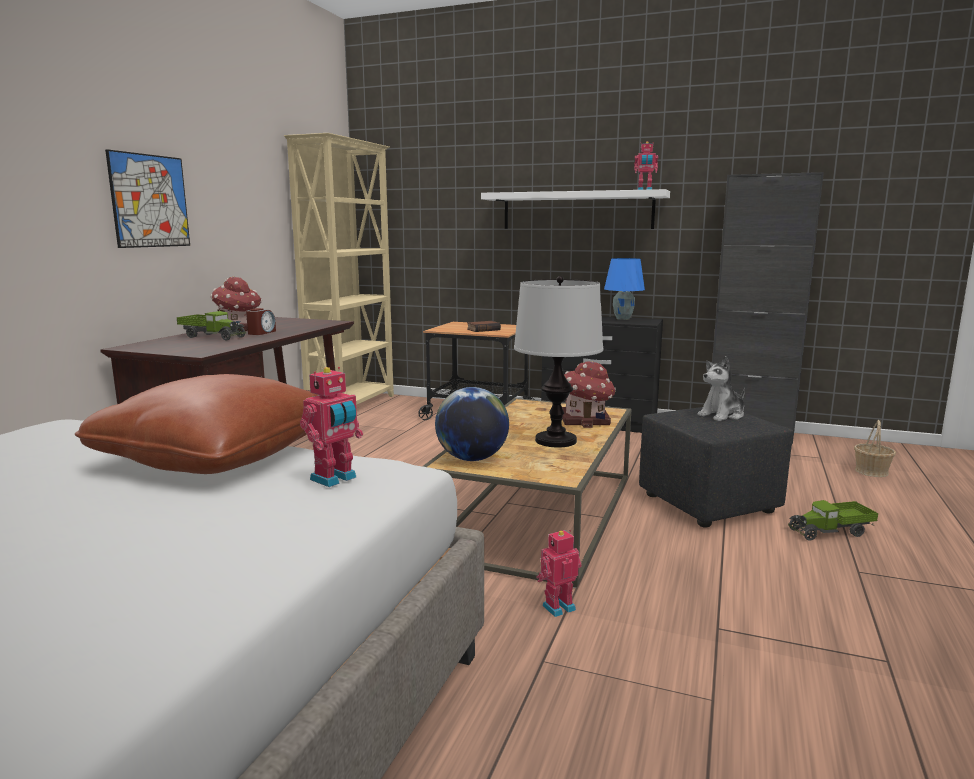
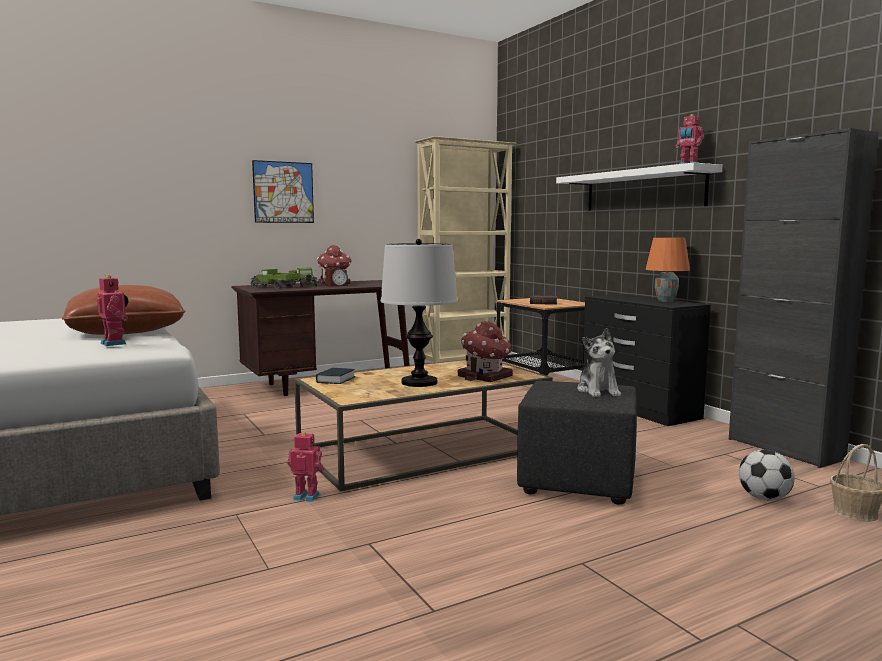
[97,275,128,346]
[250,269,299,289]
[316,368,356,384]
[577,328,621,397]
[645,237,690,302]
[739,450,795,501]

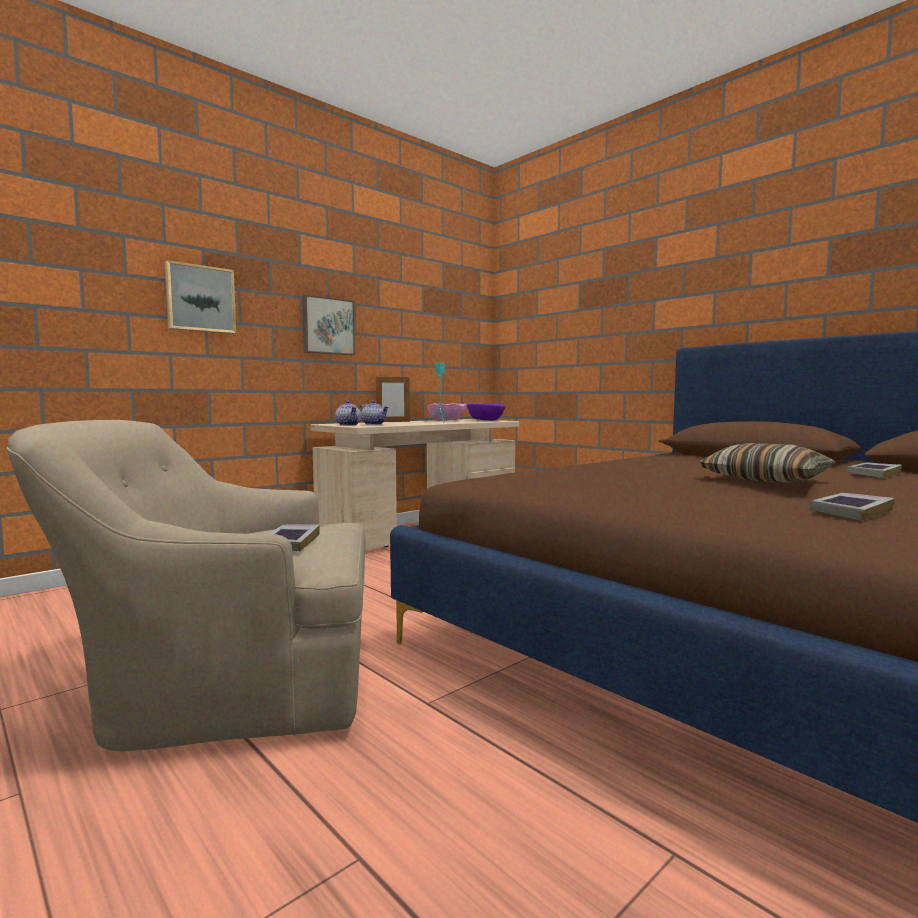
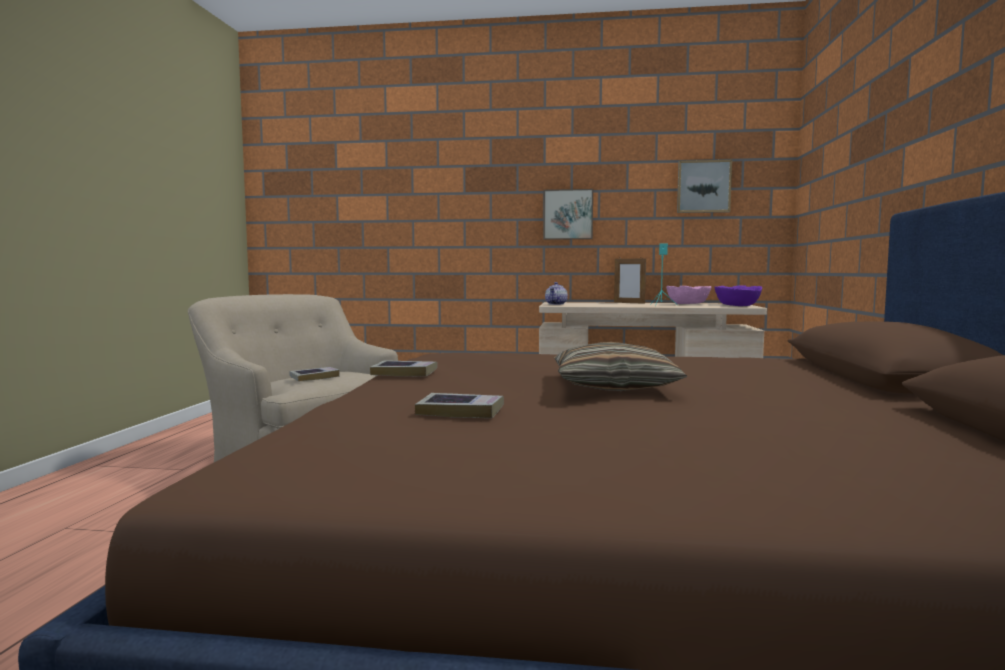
[370,360,437,376]
[677,160,732,213]
[359,400,389,425] (first image)

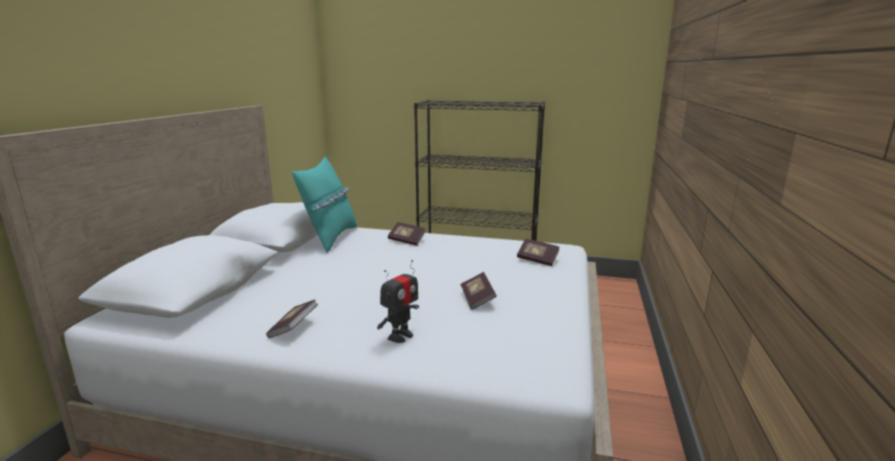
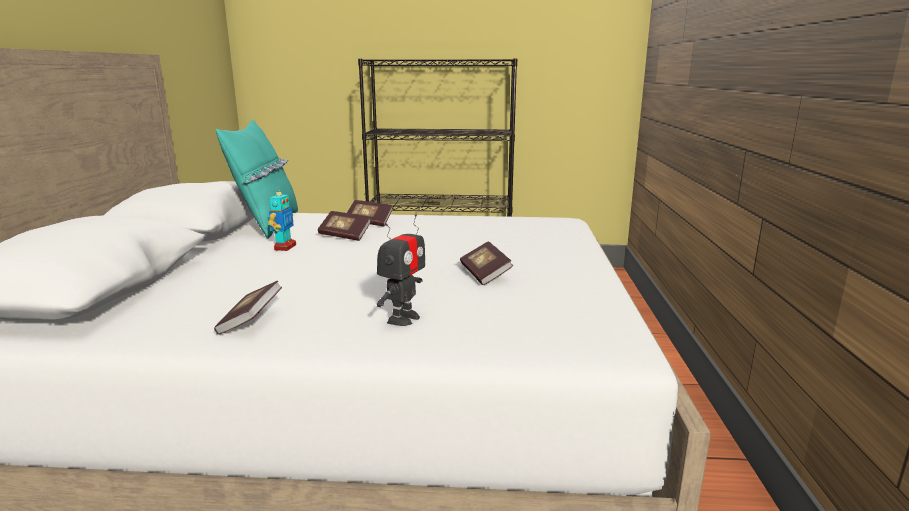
[268,186,296,251]
[318,211,371,241]

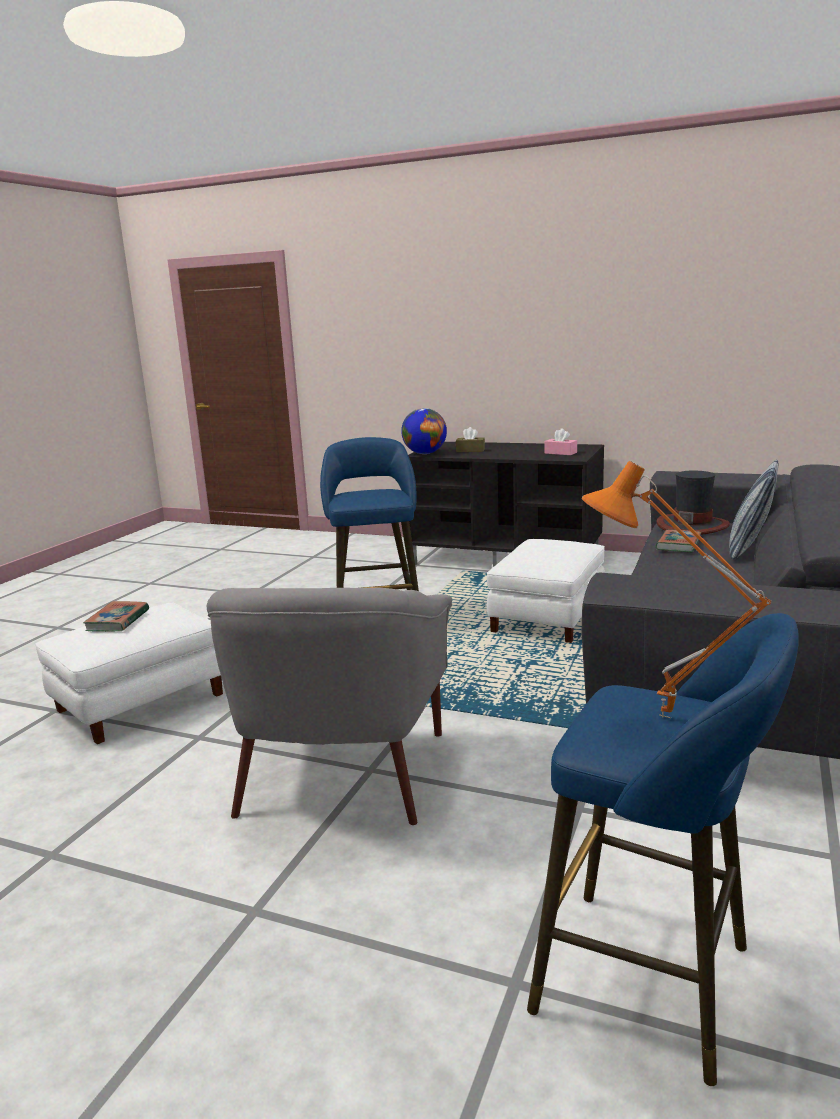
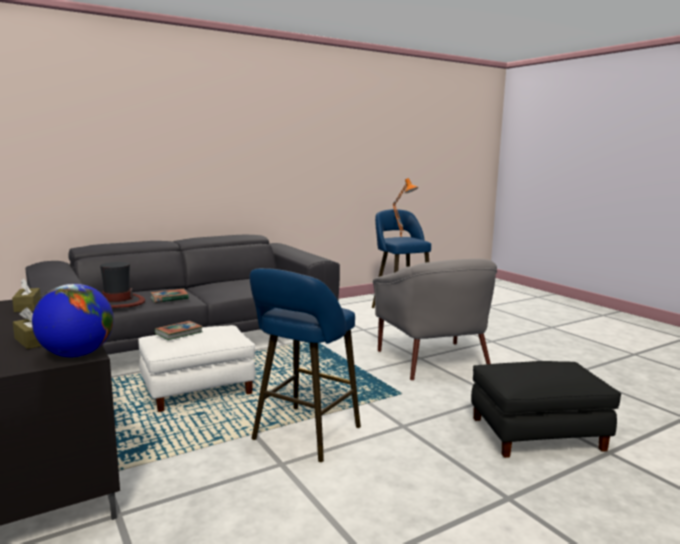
[12,279,41,312]
[154,321,203,340]
[373,259,497,380]
[471,361,621,458]
[729,460,779,559] (first image)

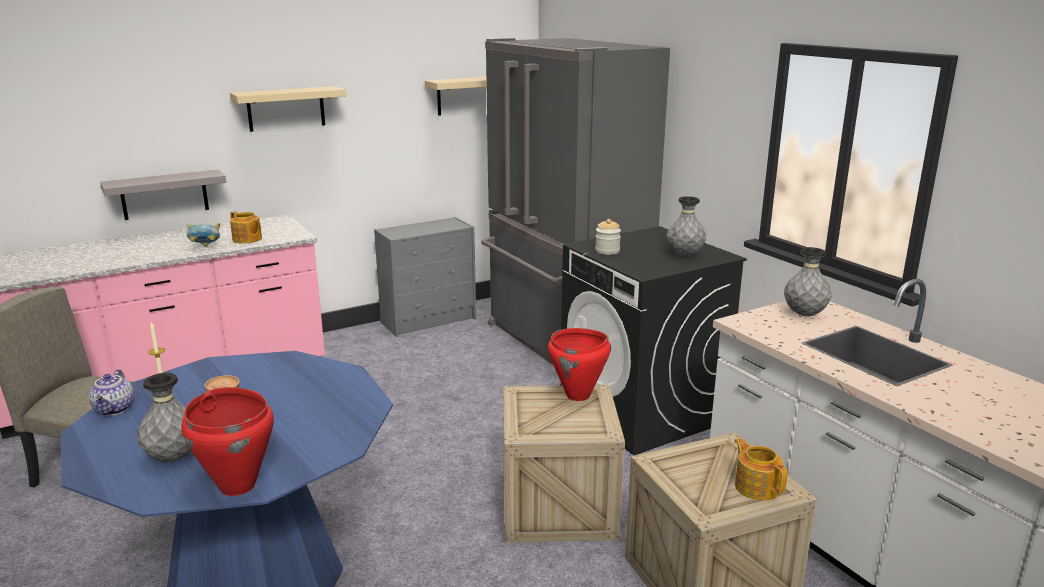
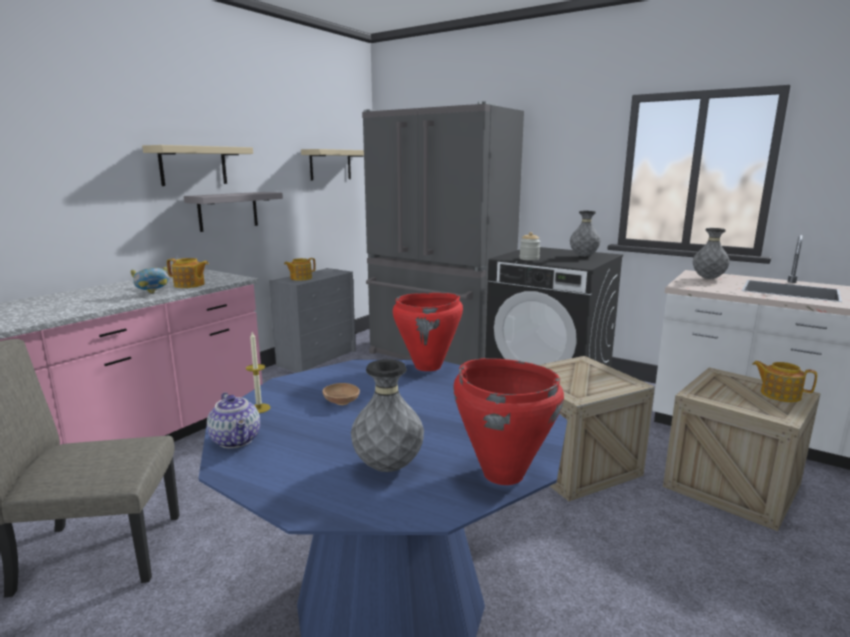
[184,192,283,232]
[284,258,316,281]
[393,293,463,371]

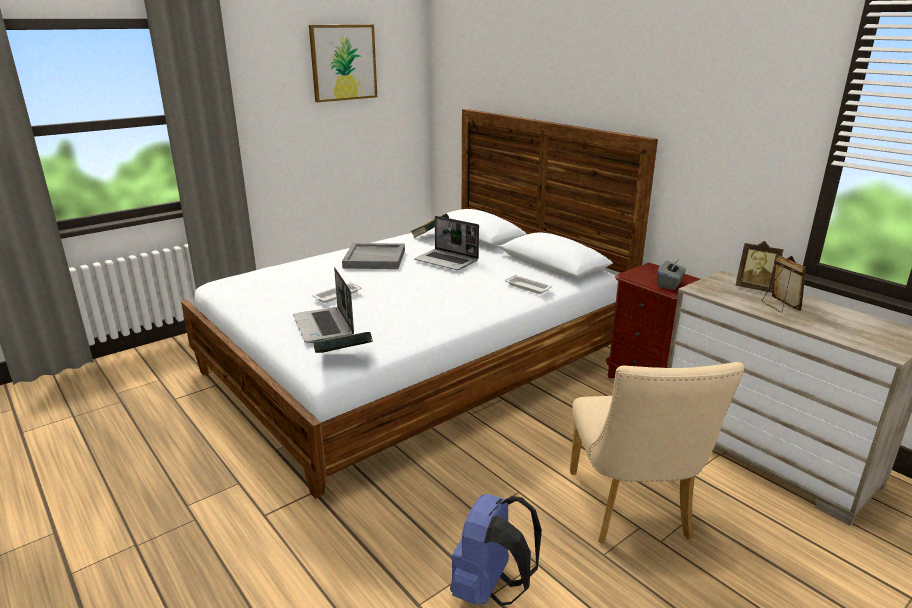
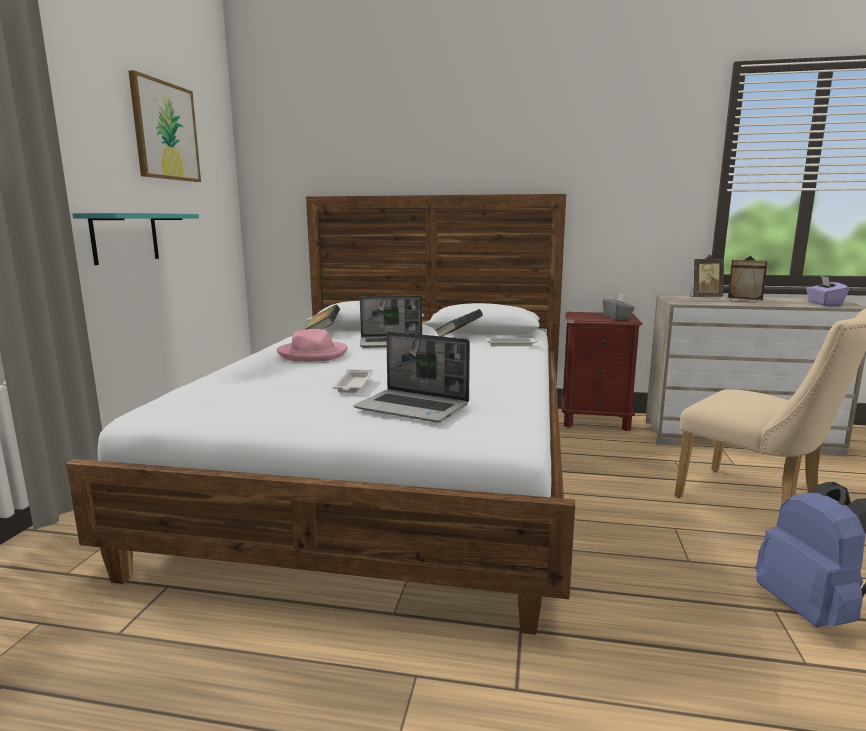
[72,213,199,265]
[277,329,348,362]
[436,309,483,336]
[806,276,849,306]

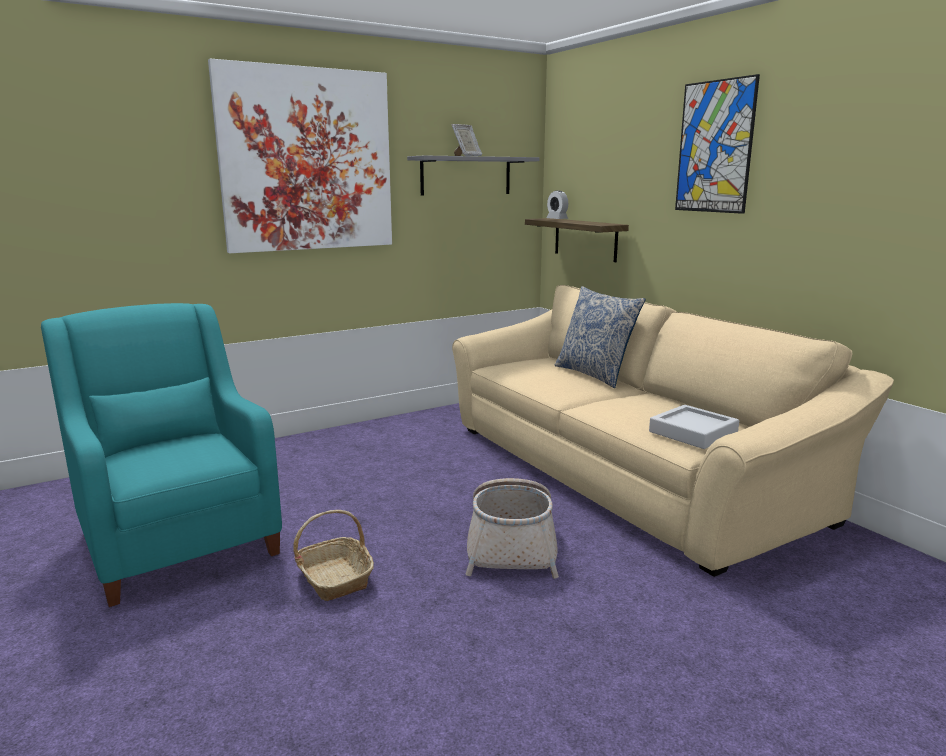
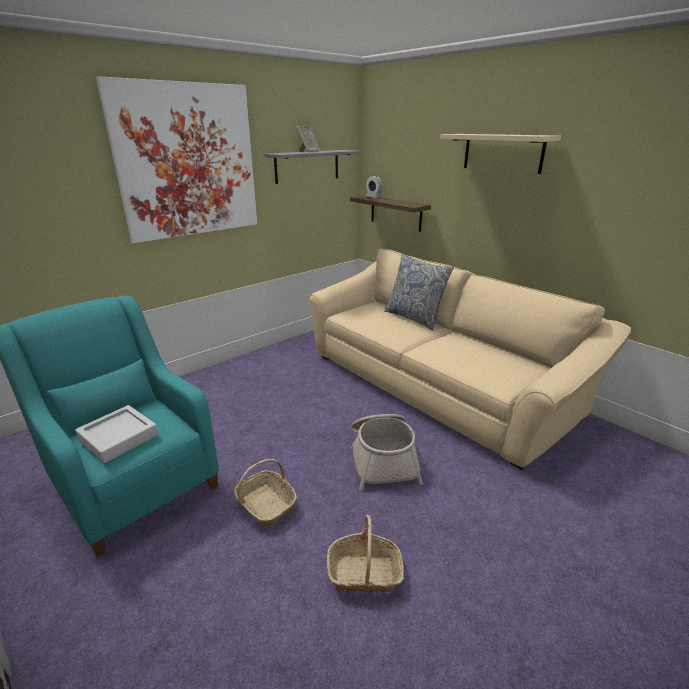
[75,405,158,463]
[327,514,404,593]
[440,134,561,174]

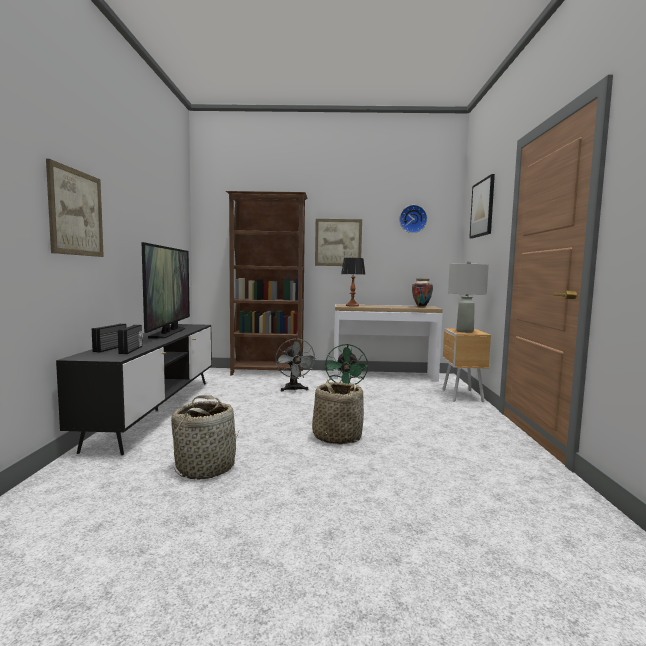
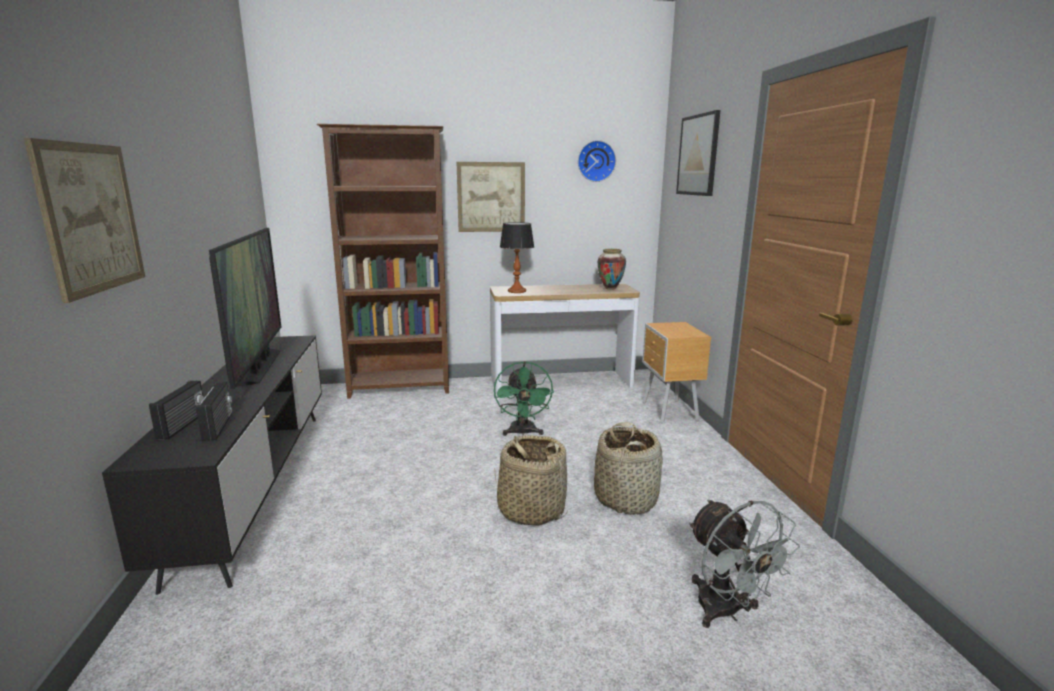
[594,422,663,515]
[689,500,800,628]
[448,261,489,333] (first image)

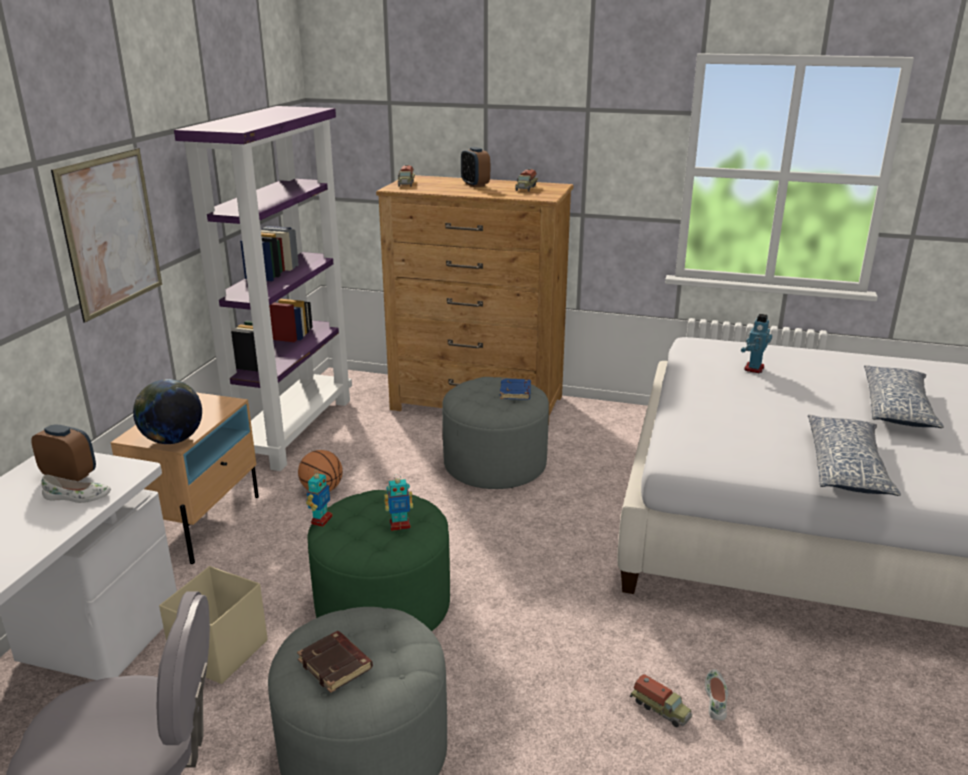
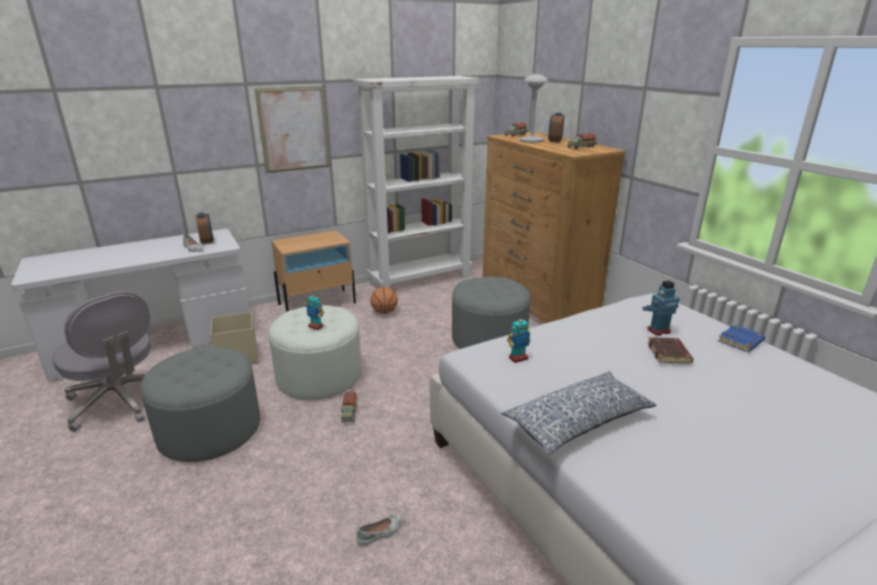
[269,305,362,400]
[341,391,358,422]
[353,76,480,288]
[507,315,531,363]
[520,74,549,143]
[647,337,693,363]
[718,324,765,352]
[133,379,202,444] (first image)
[864,365,944,428] (first image)

